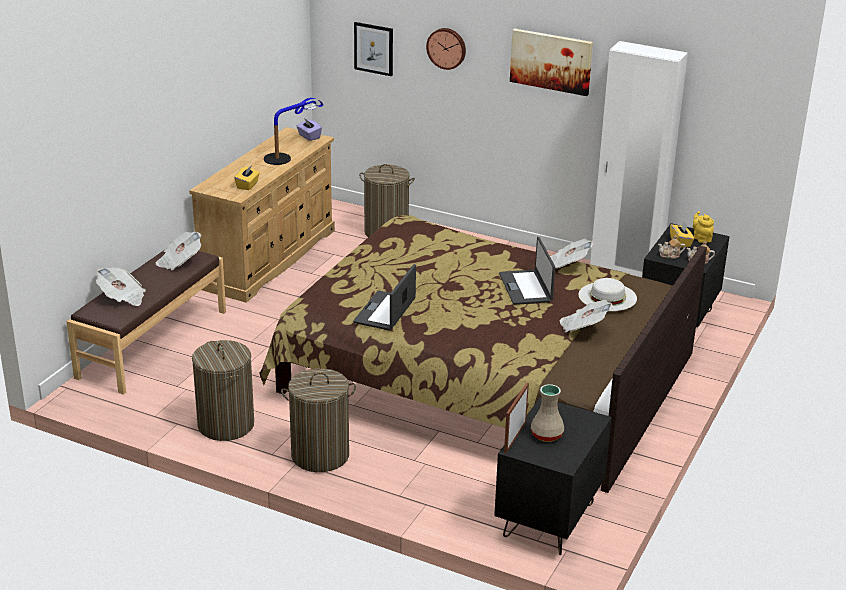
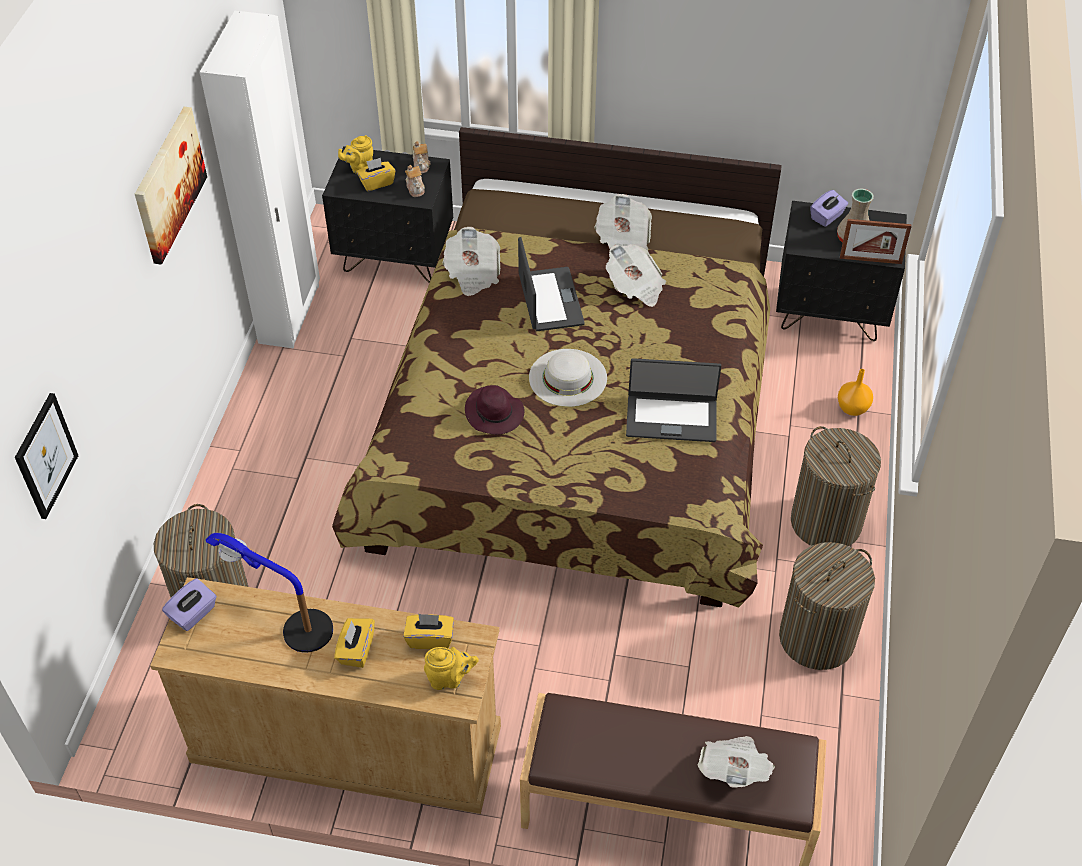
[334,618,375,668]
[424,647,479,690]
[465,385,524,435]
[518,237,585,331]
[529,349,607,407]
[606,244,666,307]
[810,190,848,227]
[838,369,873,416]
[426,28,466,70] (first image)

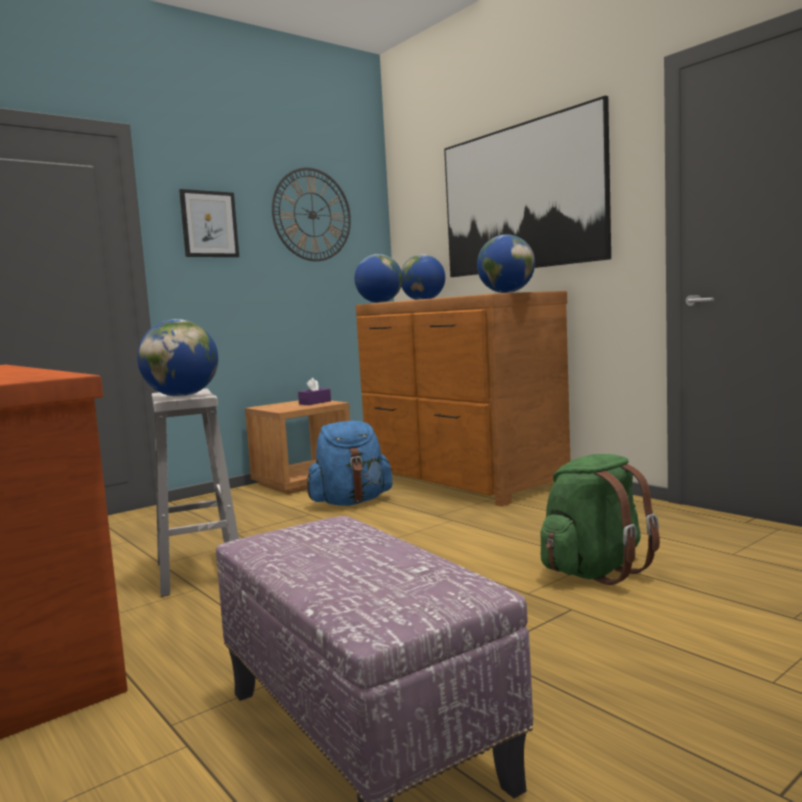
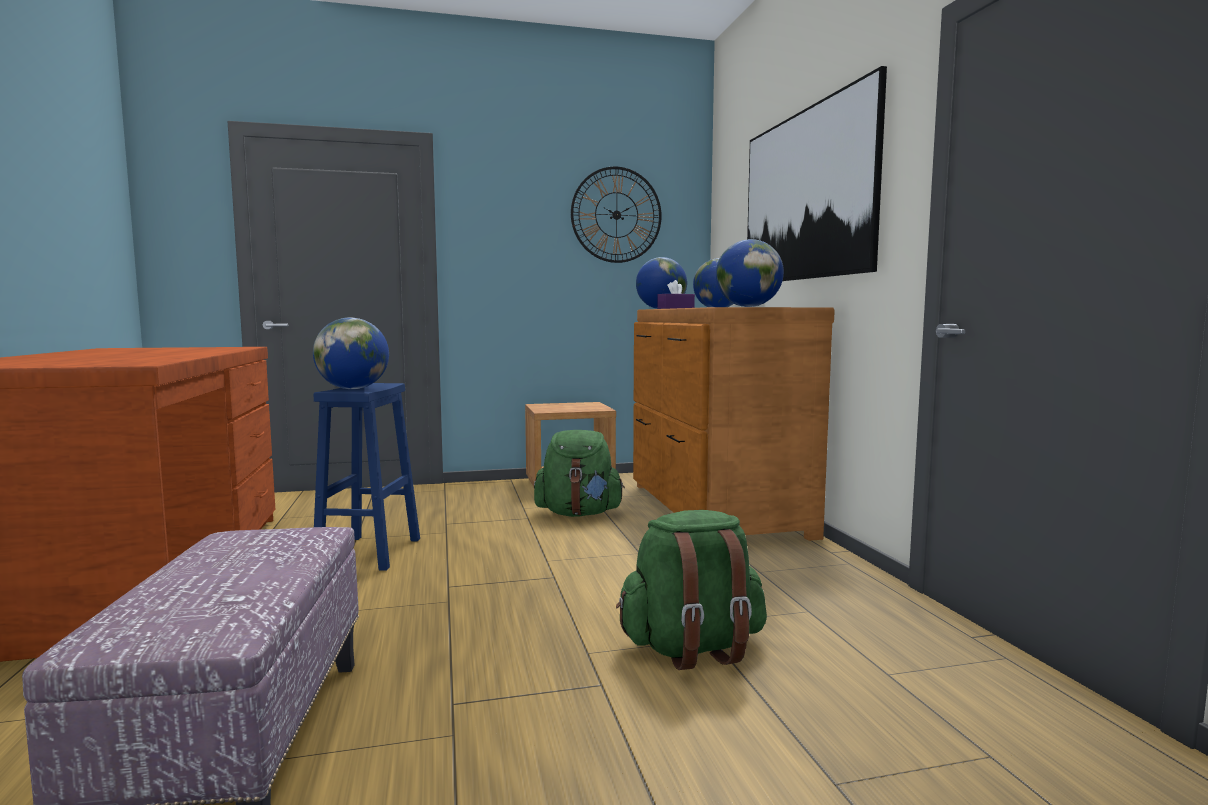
[314,383,420,571]
[534,430,625,517]
[657,280,695,309]
[179,189,239,257] (first image)

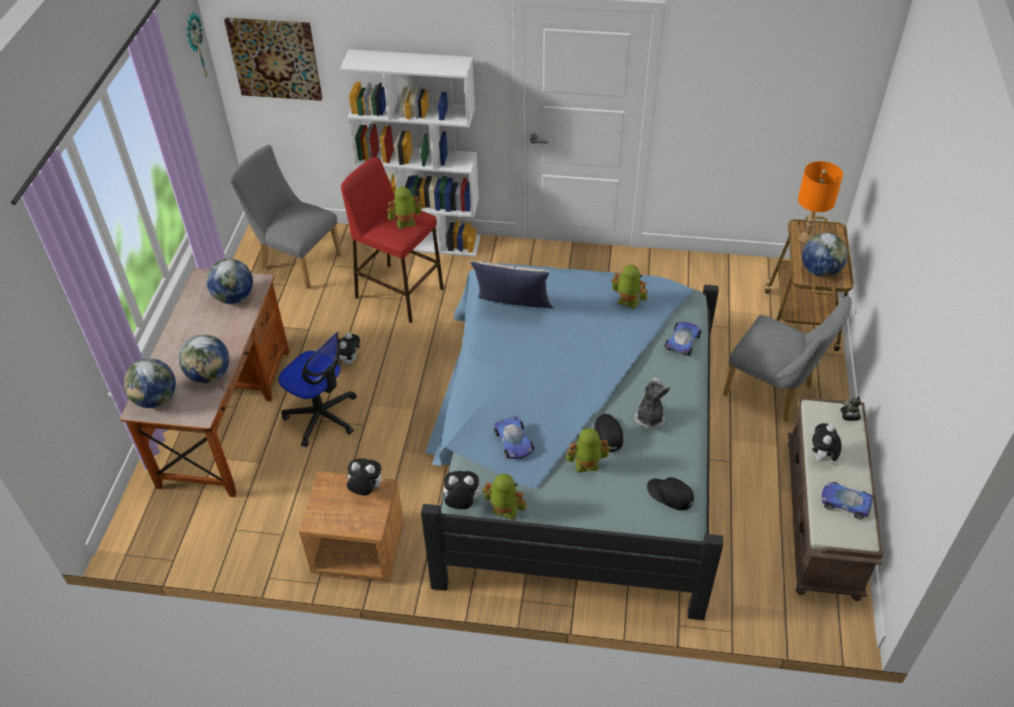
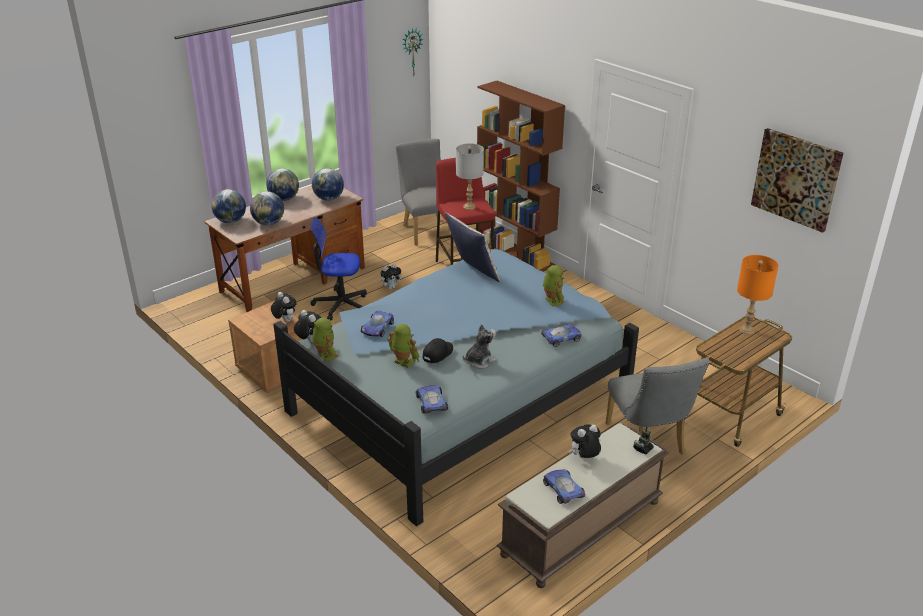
[266,168,299,201]
[310,217,367,321]
[416,385,448,414]
[456,143,484,210]
[477,81,565,272]
[751,128,843,233]

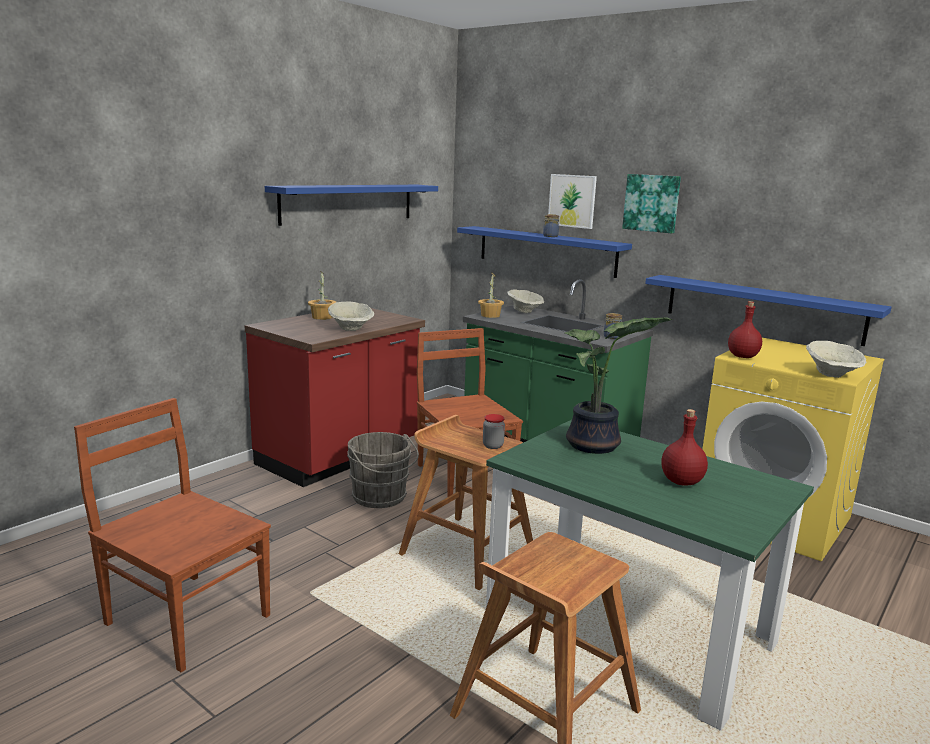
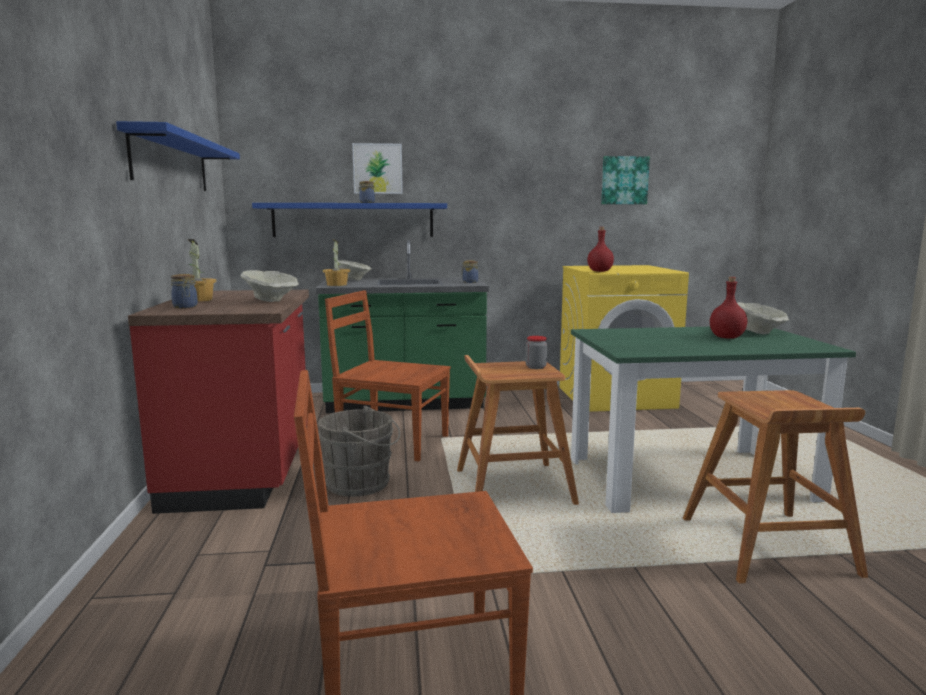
[171,274,198,308]
[601,156,650,204]
[737,302,789,334]
[565,318,672,454] (first image)
[645,275,892,346] (first image)

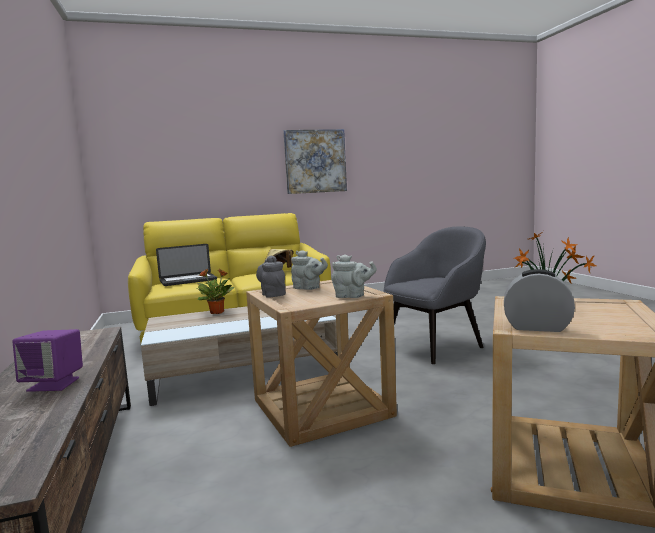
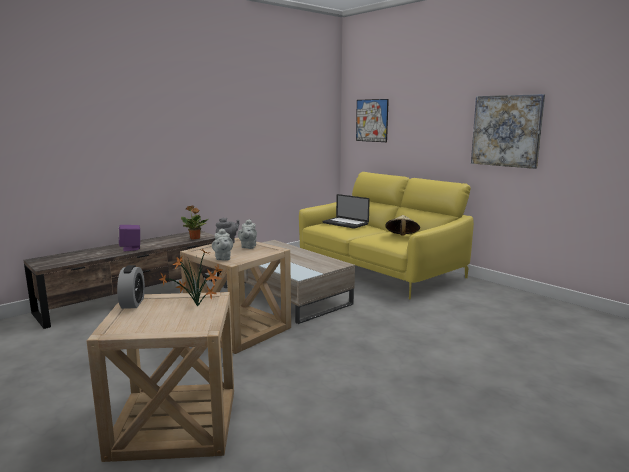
[181,206,208,240]
[356,99,389,142]
[383,227,486,364] (first image)

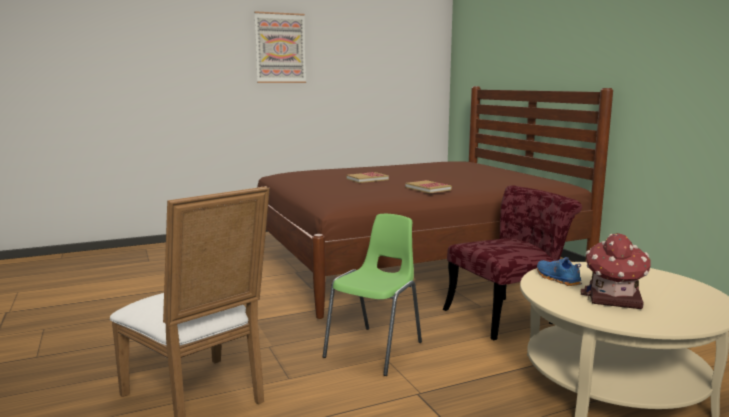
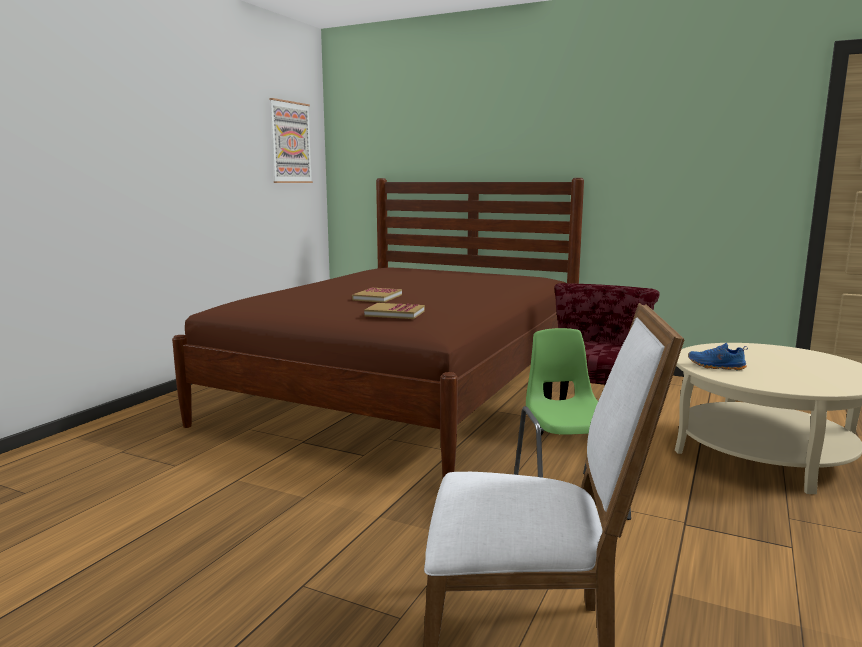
[269,98,313,183]
[364,303,425,319]
[581,233,651,309] (first image)

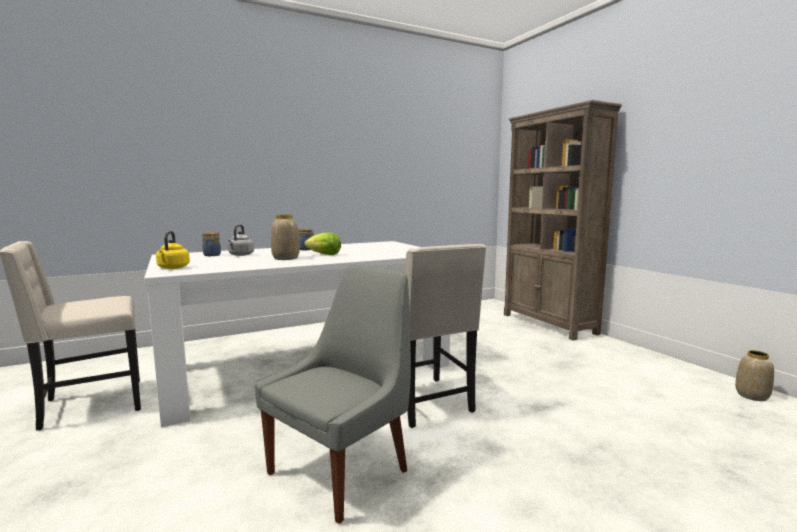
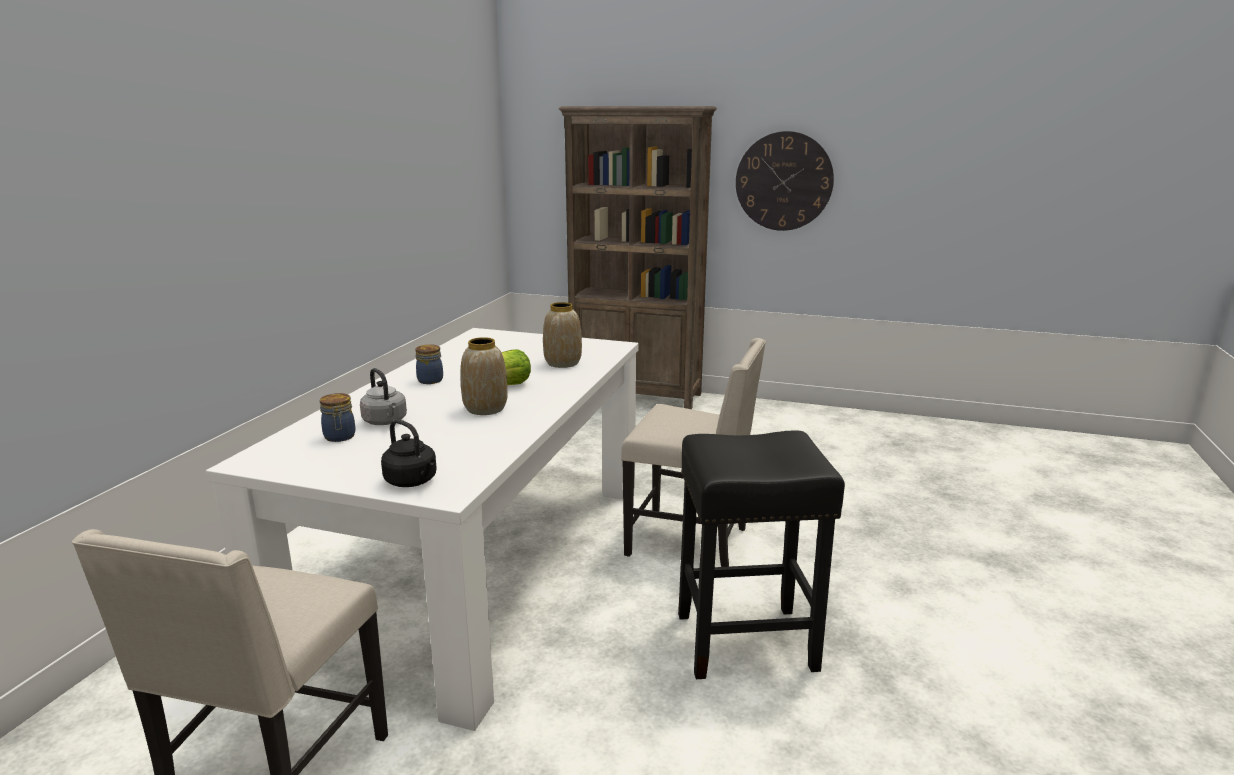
[381,419,437,487]
[543,302,582,368]
[678,431,845,679]
[736,131,834,231]

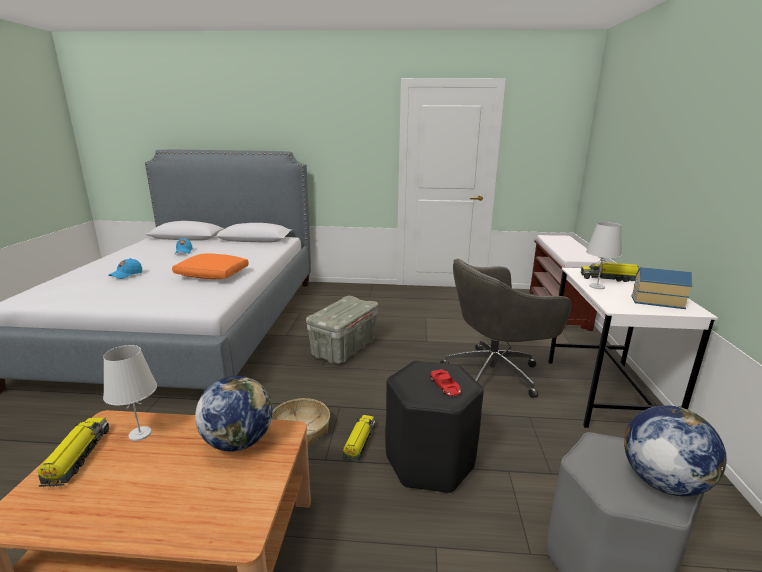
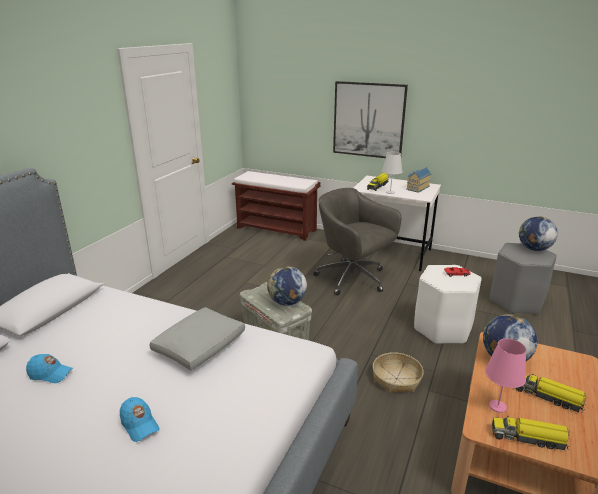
[149,307,245,370]
[267,266,307,305]
[313,188,401,296]
[333,81,408,158]
[414,265,481,344]
[485,339,526,413]
[516,375,587,412]

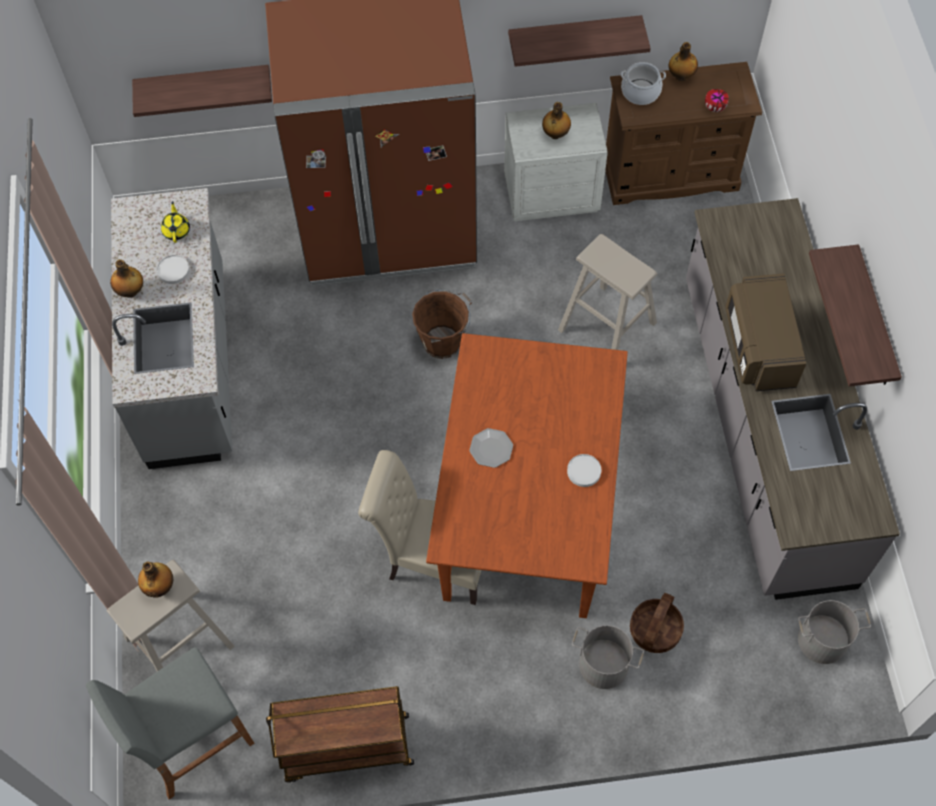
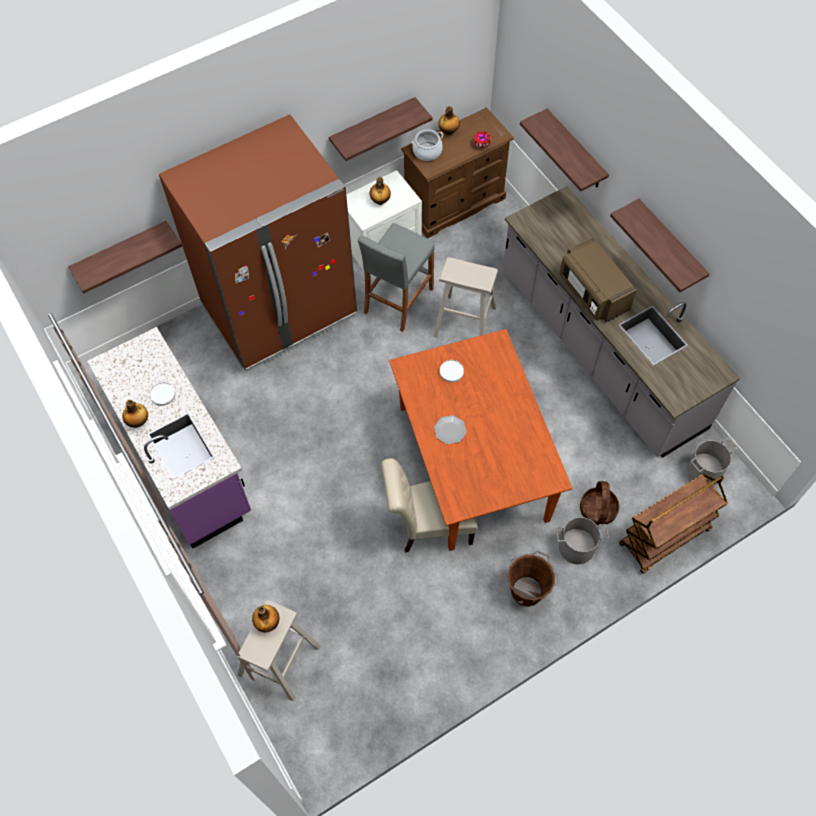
[87,327,251,549]
[358,223,435,332]
[440,360,464,383]
[507,550,558,607]
[520,109,609,192]
[619,474,728,574]
[161,201,190,243] (first image)

